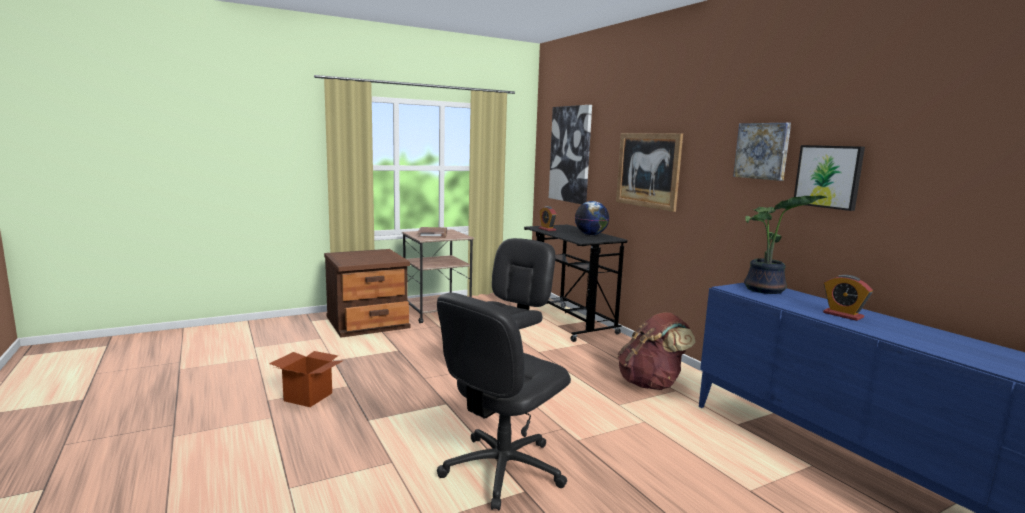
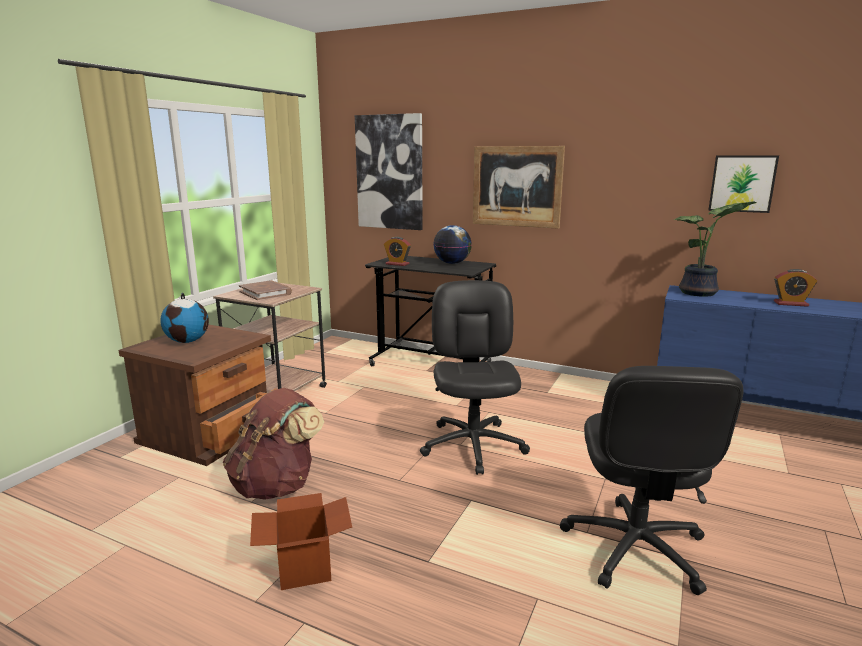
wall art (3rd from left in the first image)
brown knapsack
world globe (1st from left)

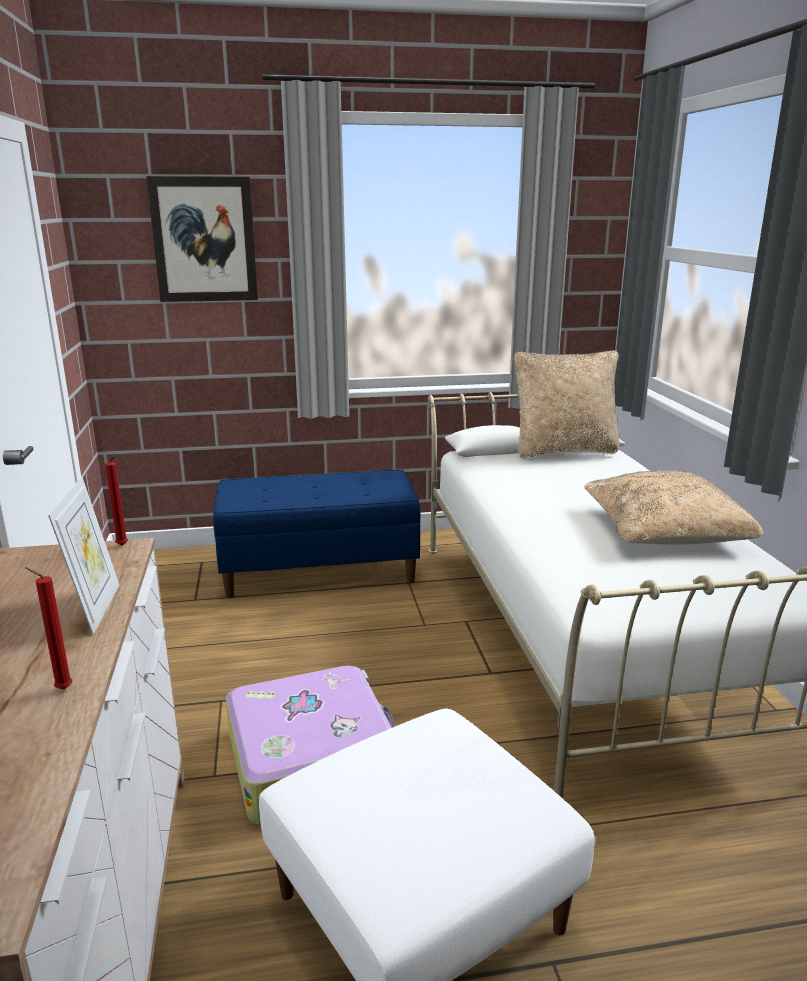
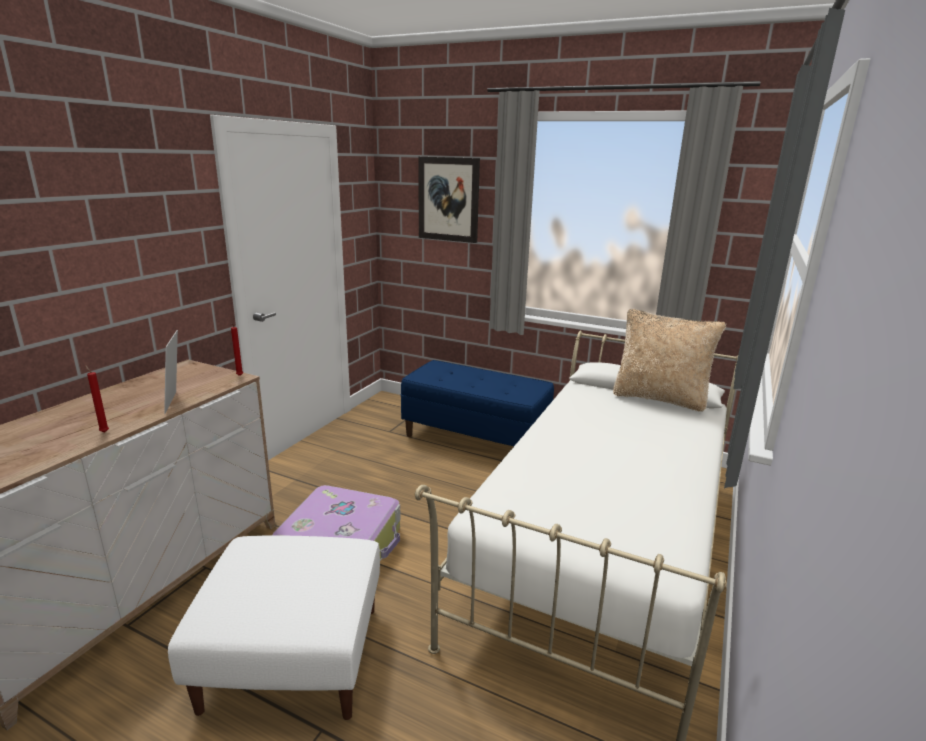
sand-coloured cushion (2nd from left in the first image)
picture frame

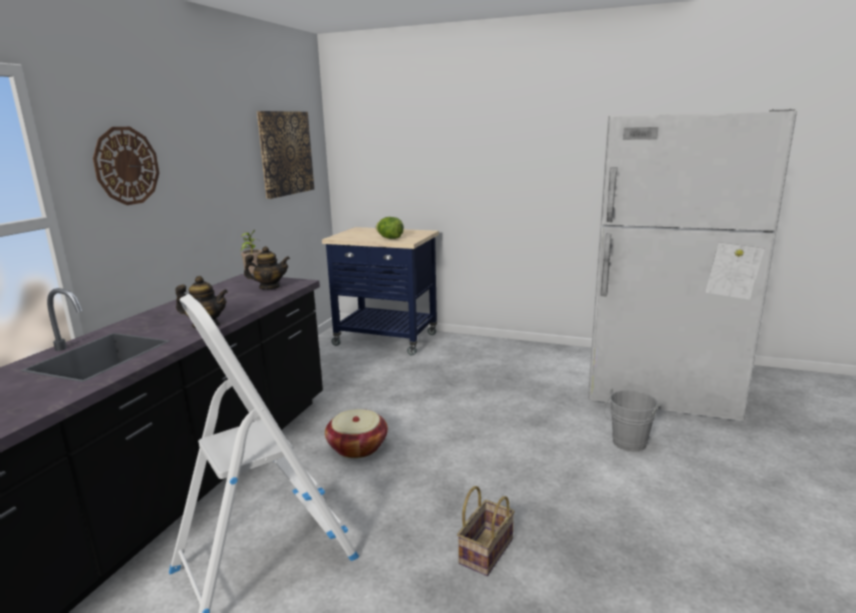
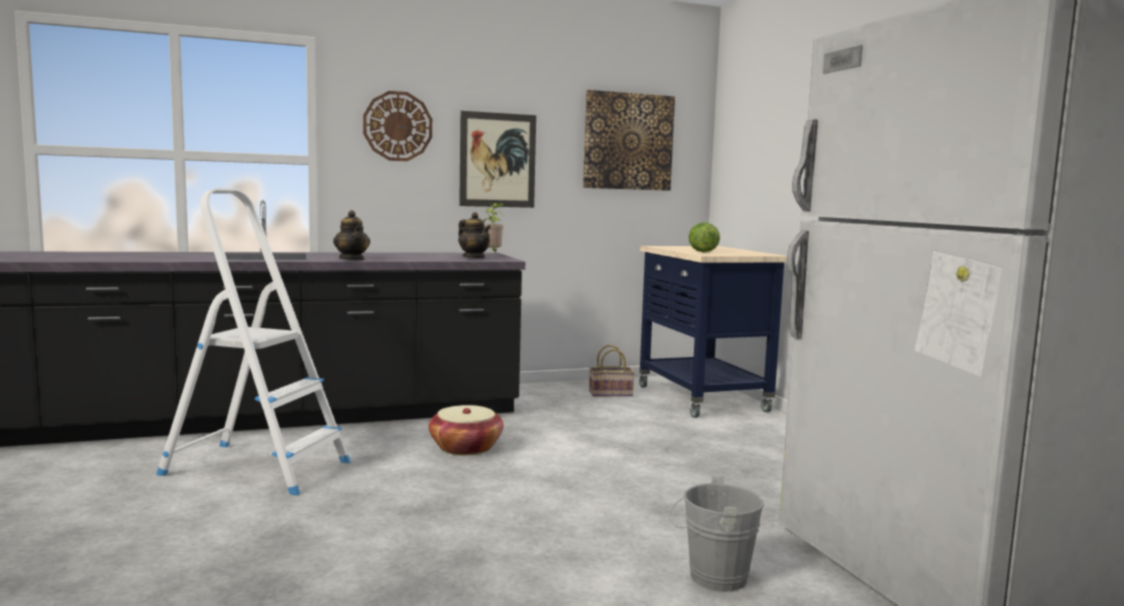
household basket (2nd from left)
wall art (1st from left)

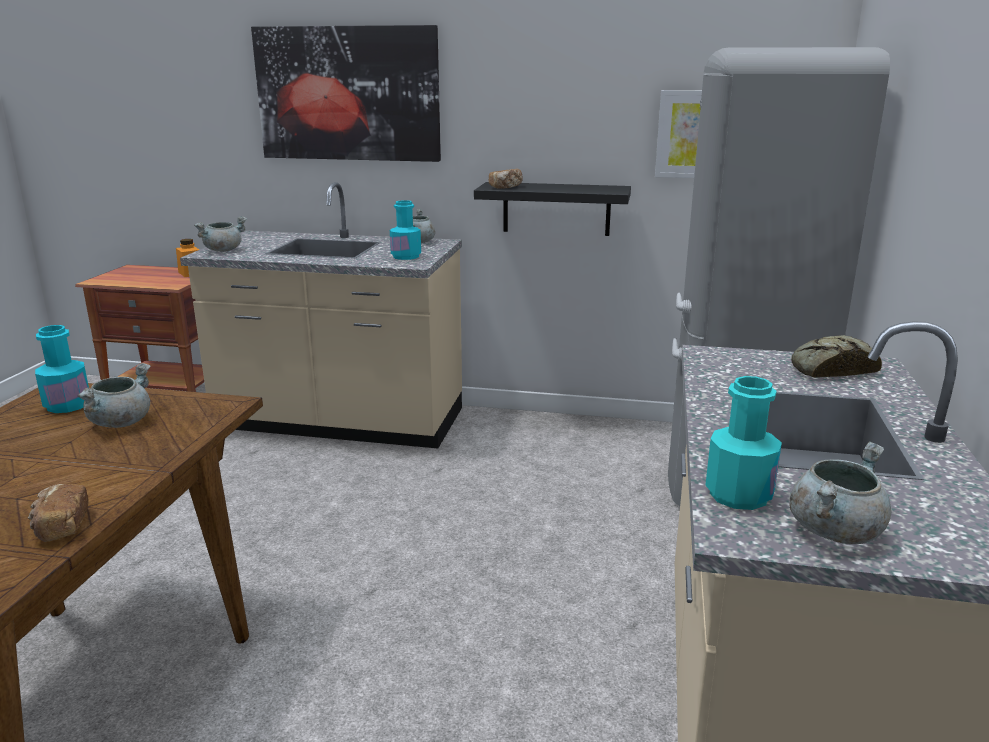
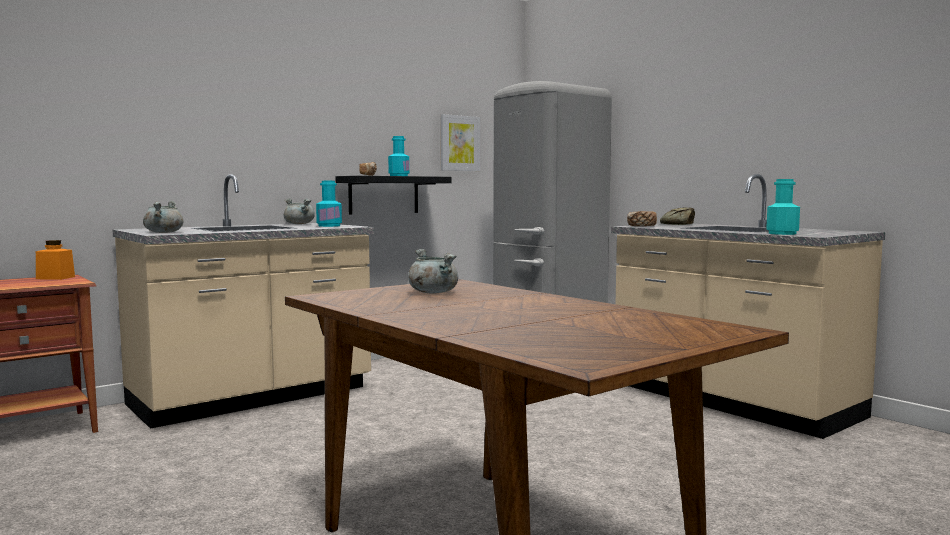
wall art (1st from left in the first image)
turquoise-coloured beverage bottle (2nd from left)
gray cooking pot (4th from left in the first image)
bread (2nd from left)

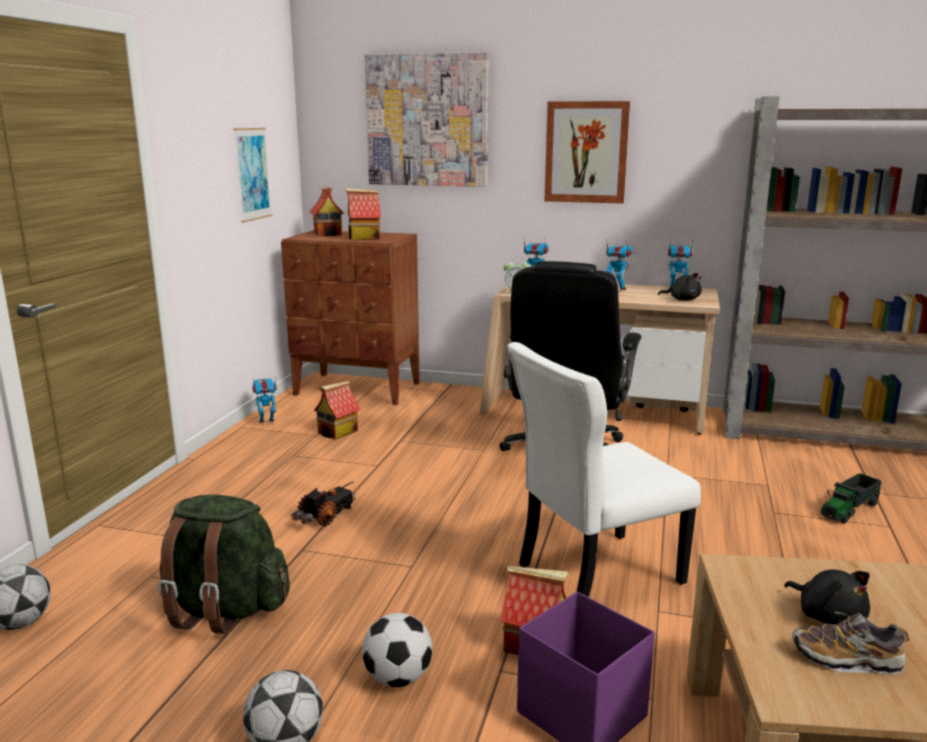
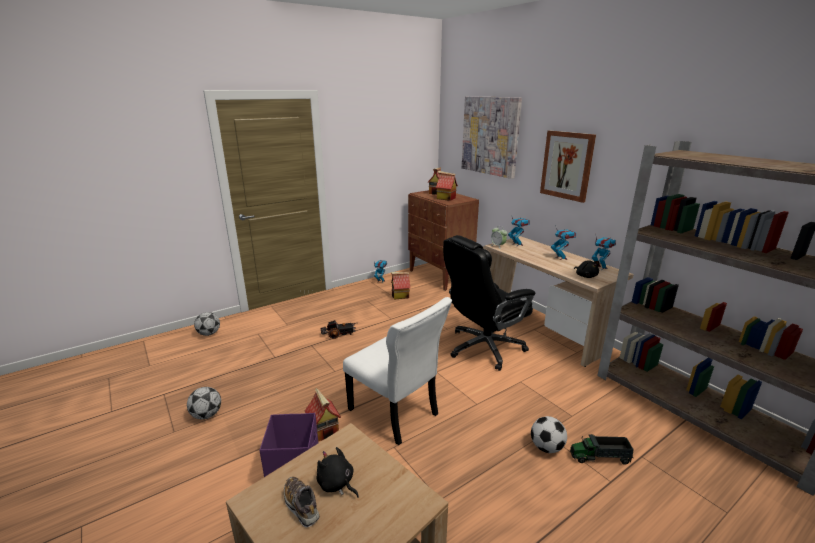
wall art (1st from left in the first image)
whitish plain chair
green knapsack
black-coloured soft toy (1st from left)
football (3rd from left)

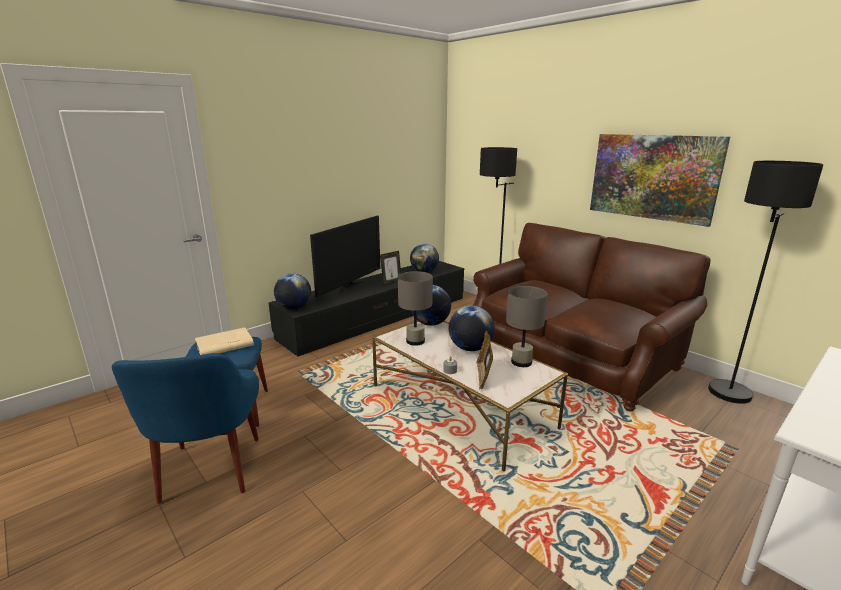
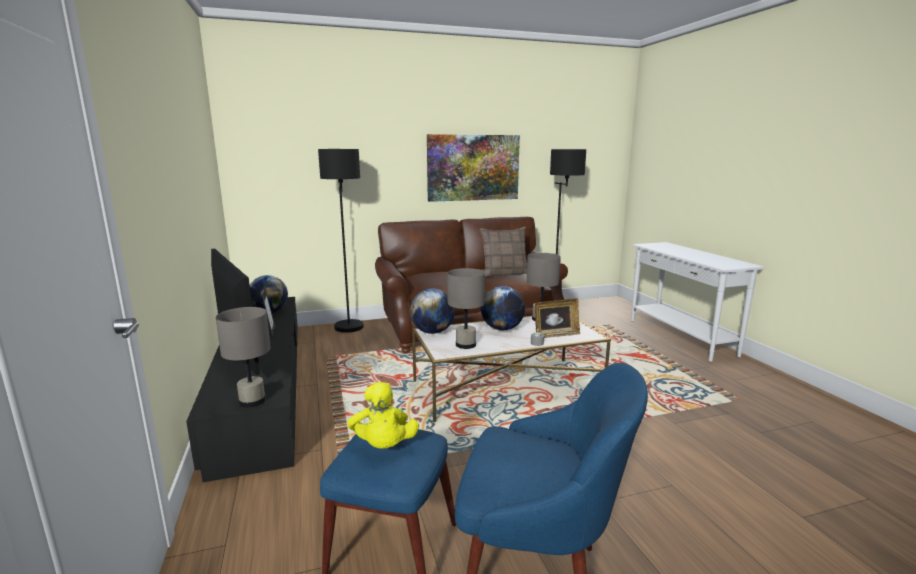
gray table lamp (1st from left)
yellowish soft toy
picture frame (2nd from left)
cushion

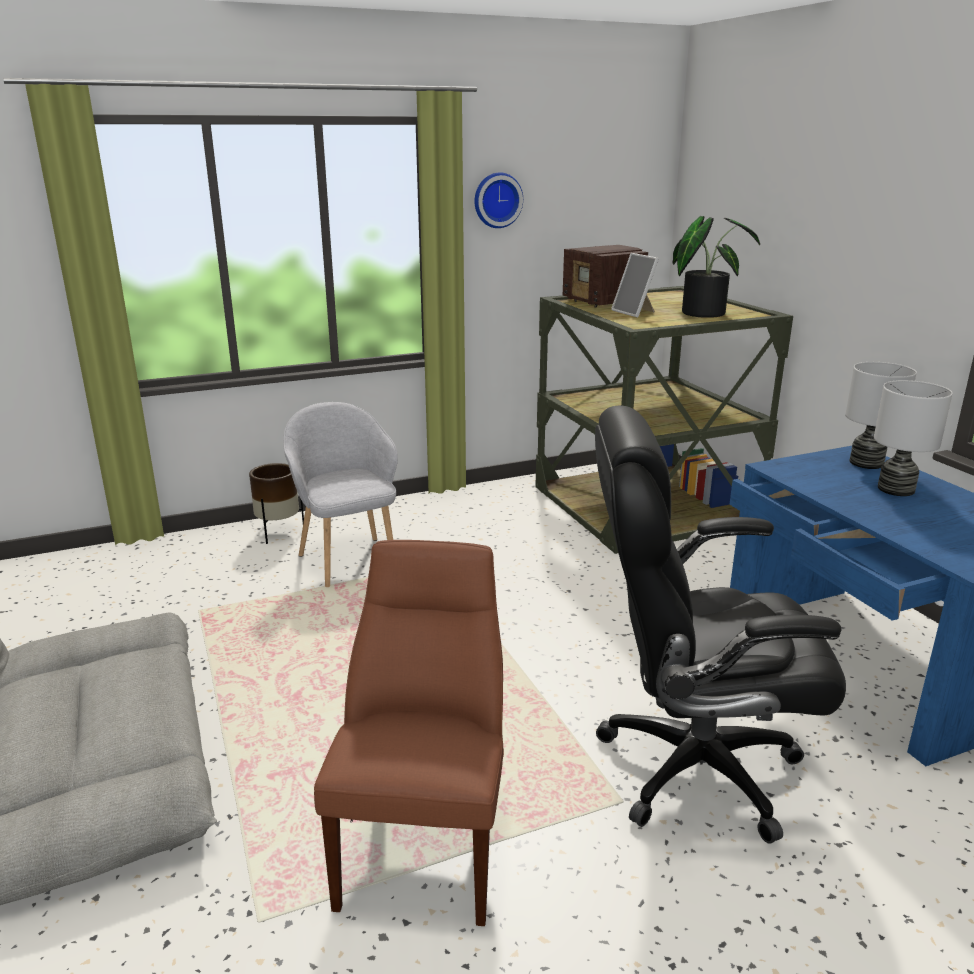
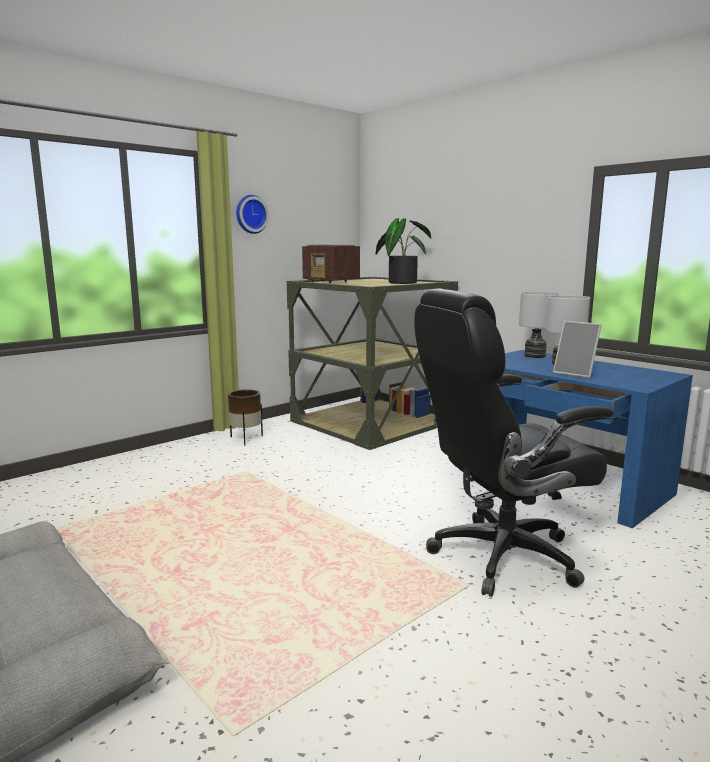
picture frame
gray easy chair
brown flower pot
brown plain chair

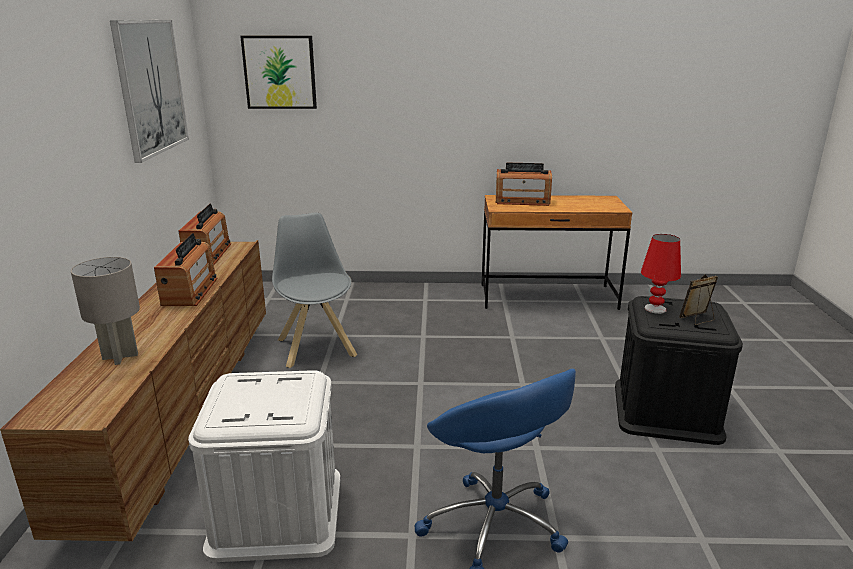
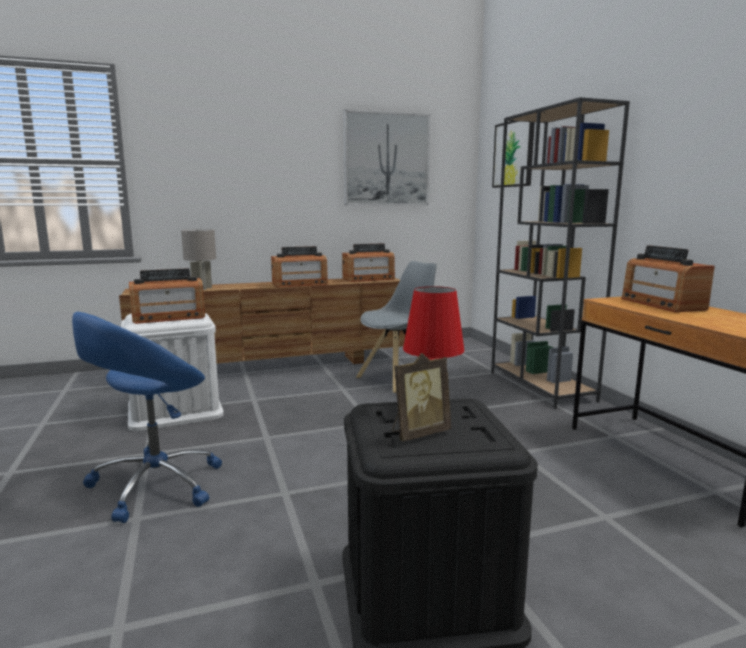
picture frame
bookcase
radio set (1st from left)

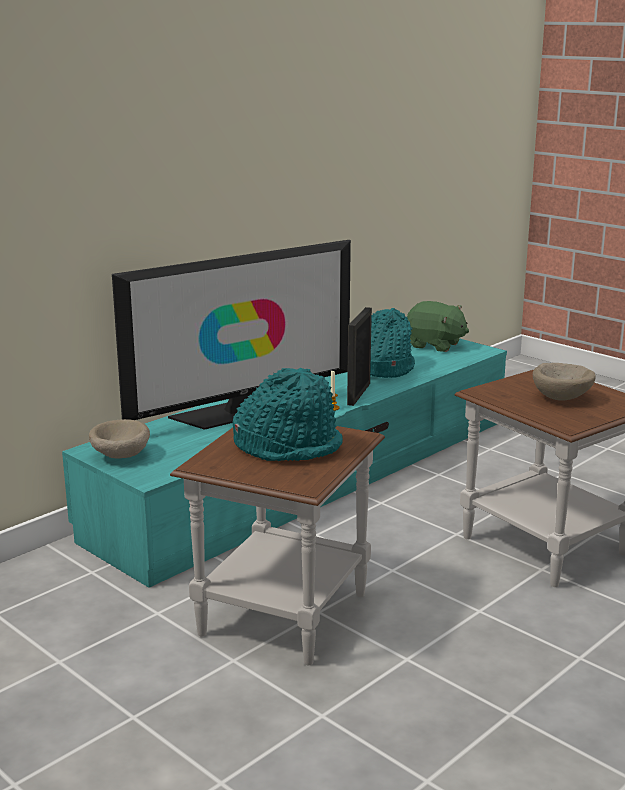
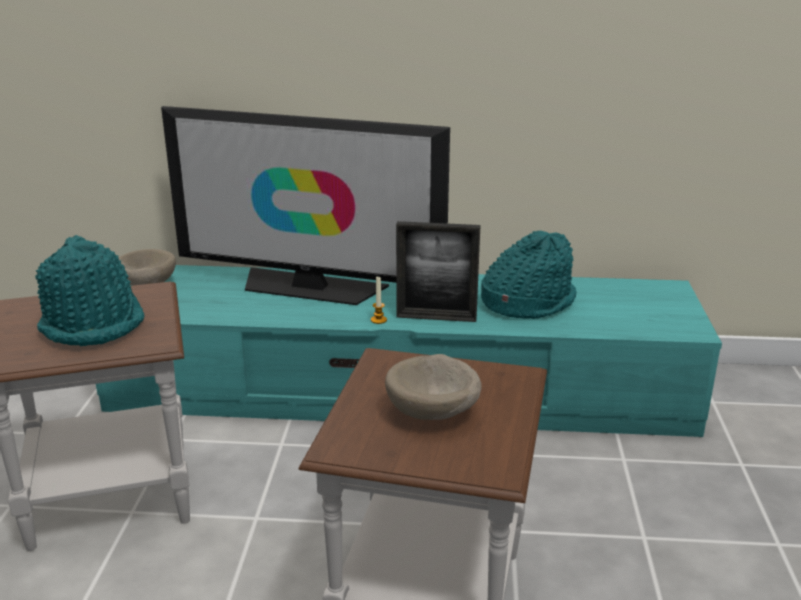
green soft toy
picture frame

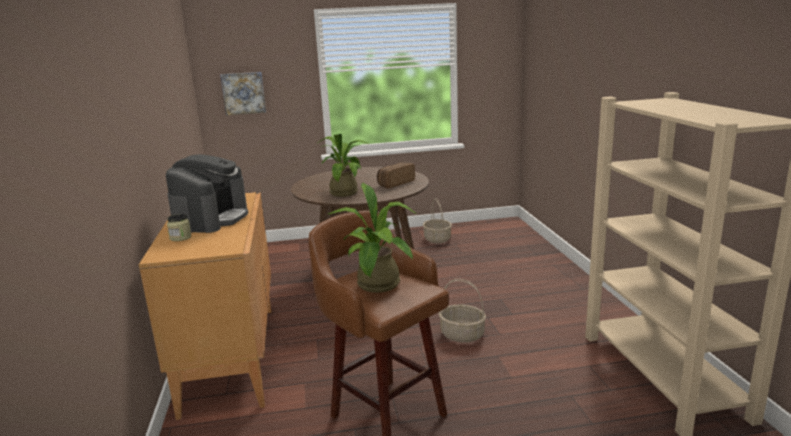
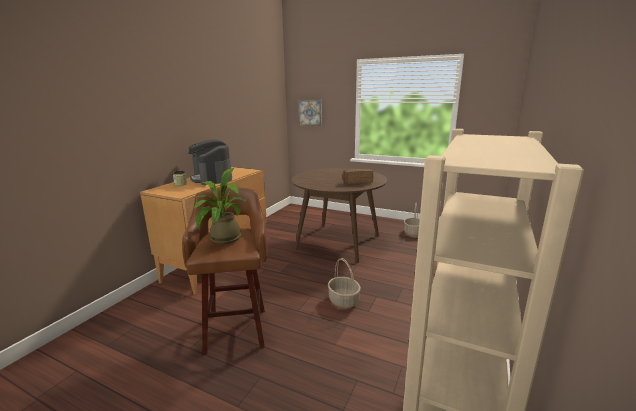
potted plant (1st from left in the first image)
coffee brewer

